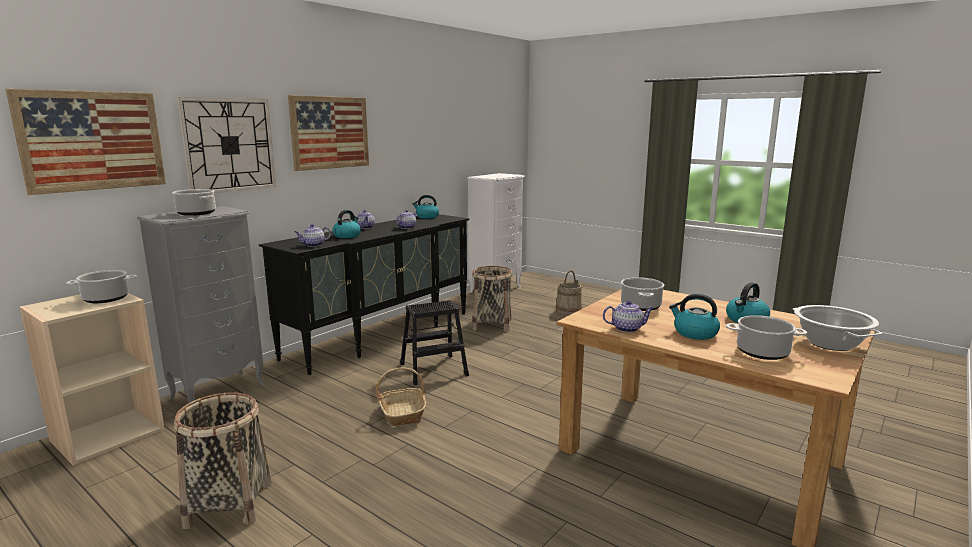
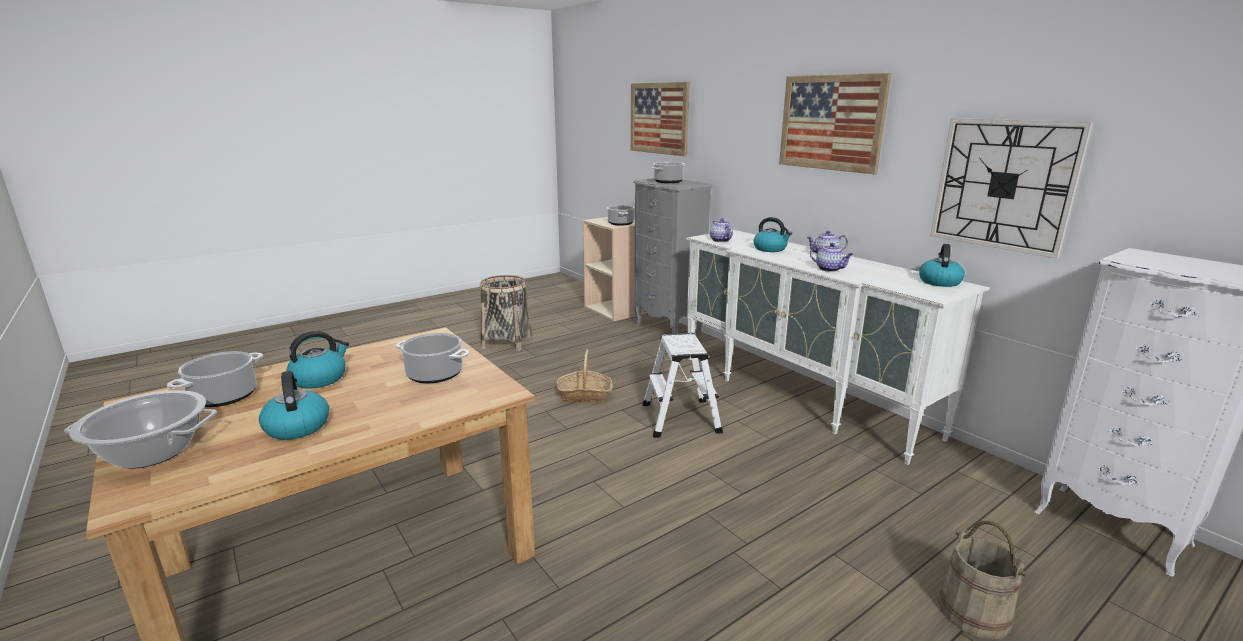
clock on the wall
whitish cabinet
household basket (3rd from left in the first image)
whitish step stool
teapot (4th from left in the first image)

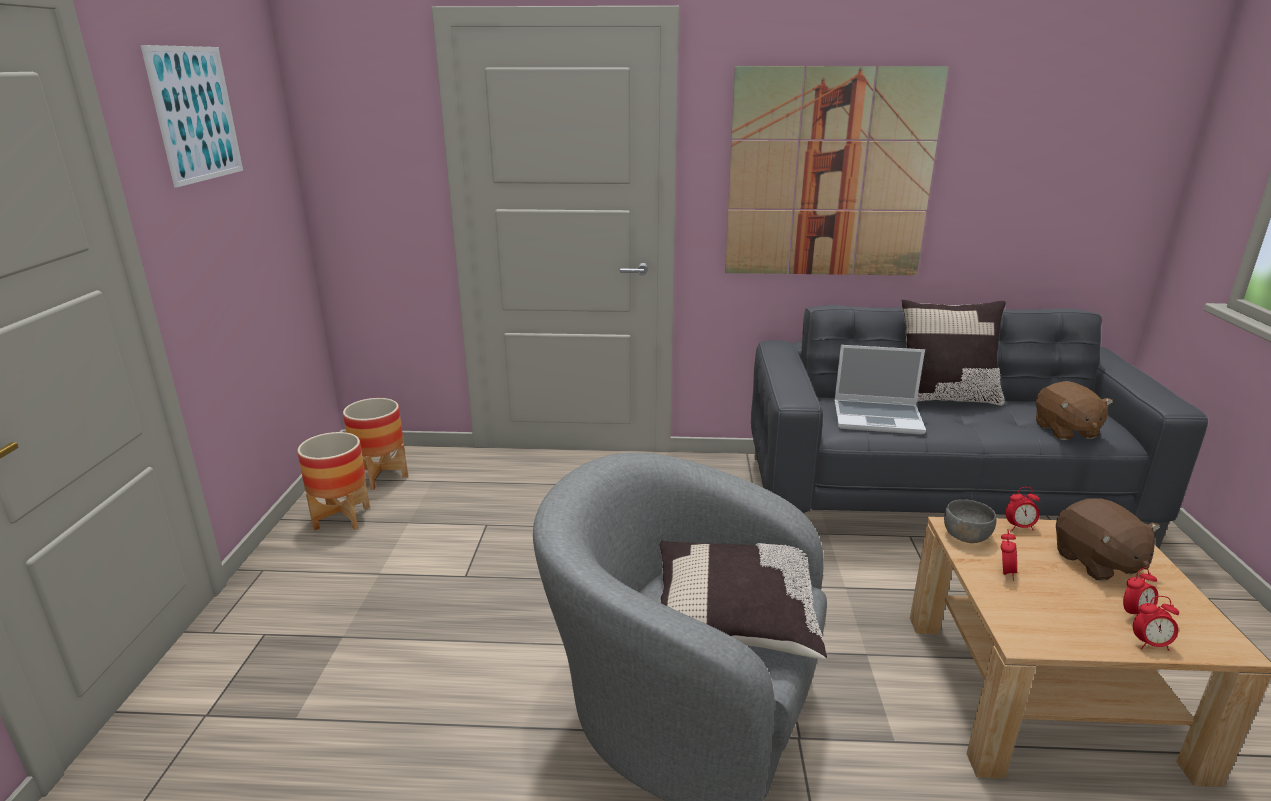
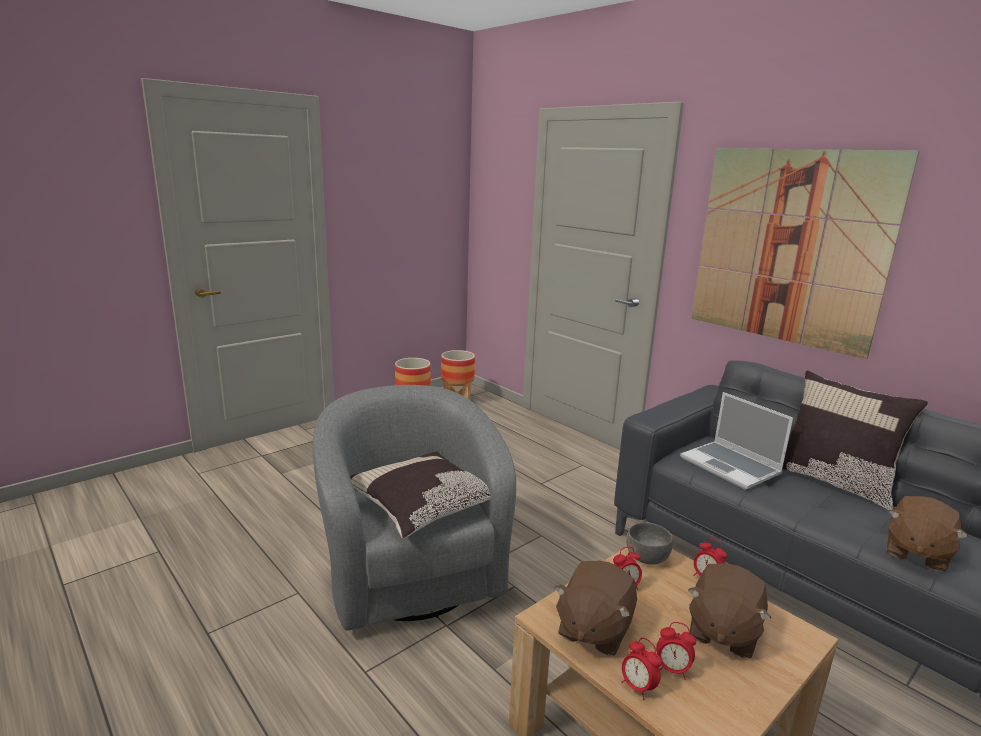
wall art (1st from left in the first image)
brown soft toy (1st from left)

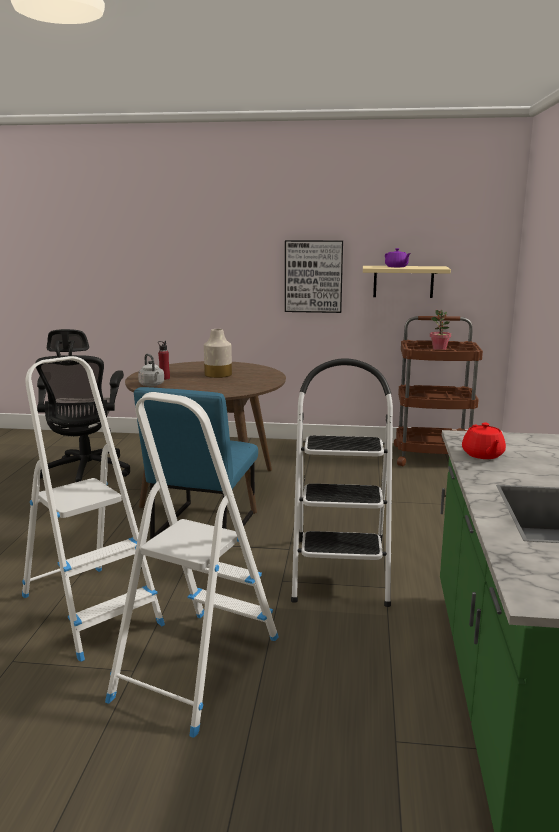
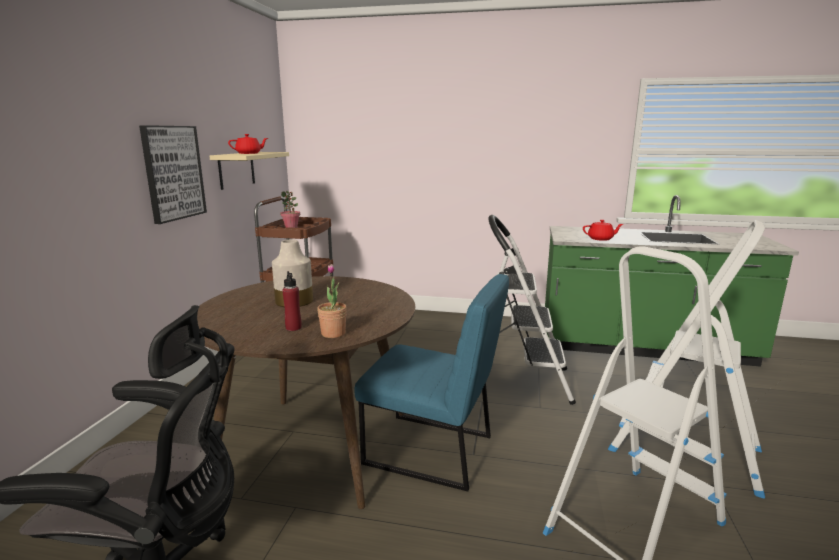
red-coloured teapot (1st from left)
potted plant (2nd from left)

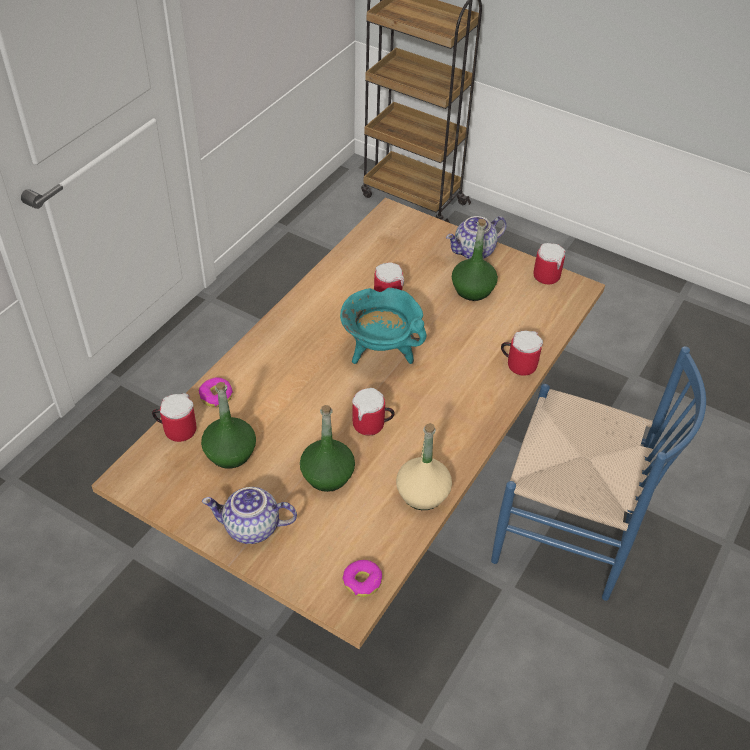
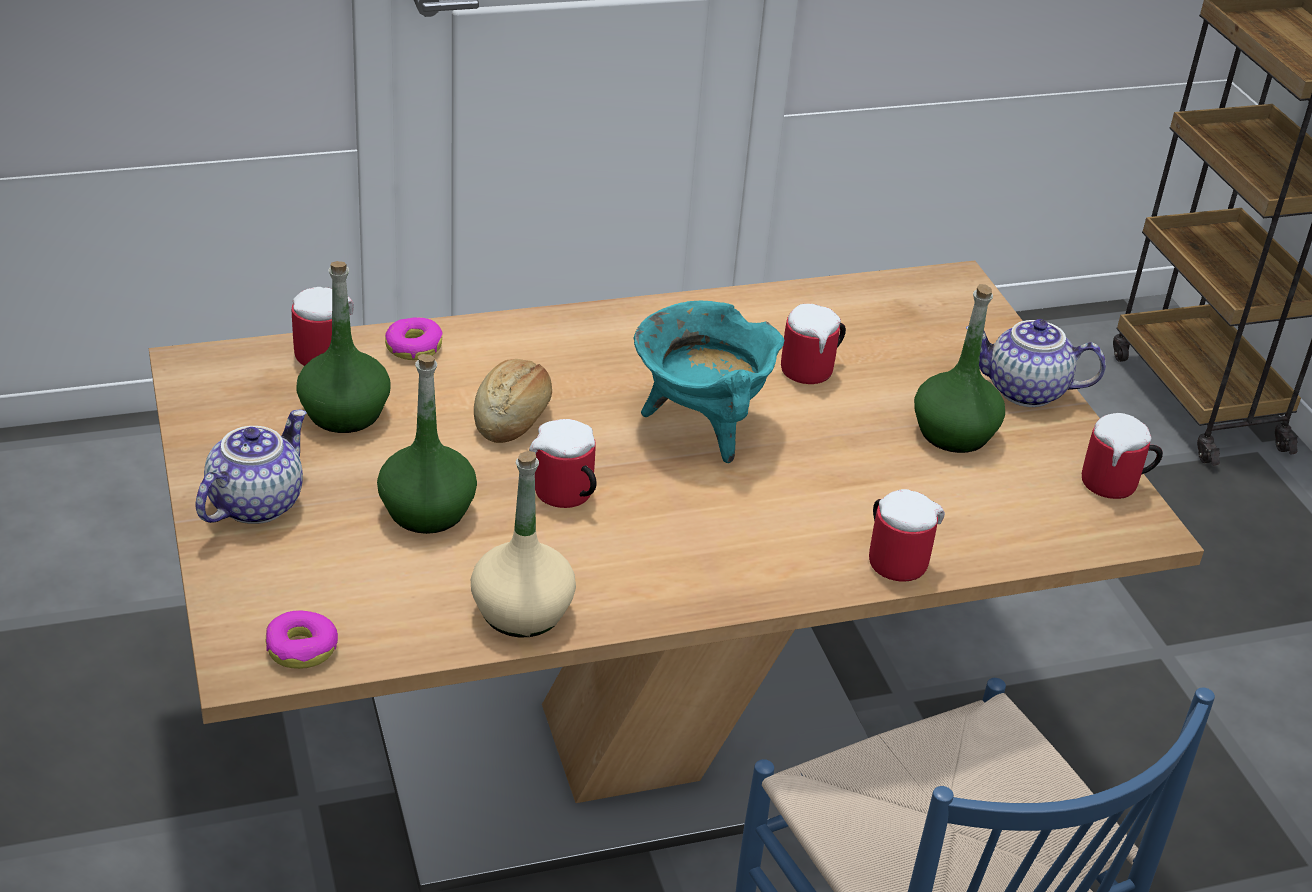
teapot (1st from left)
bread

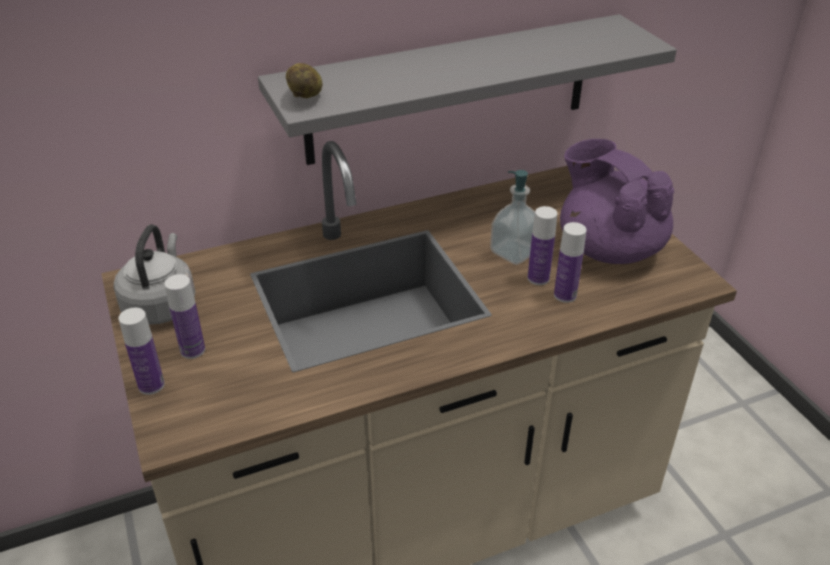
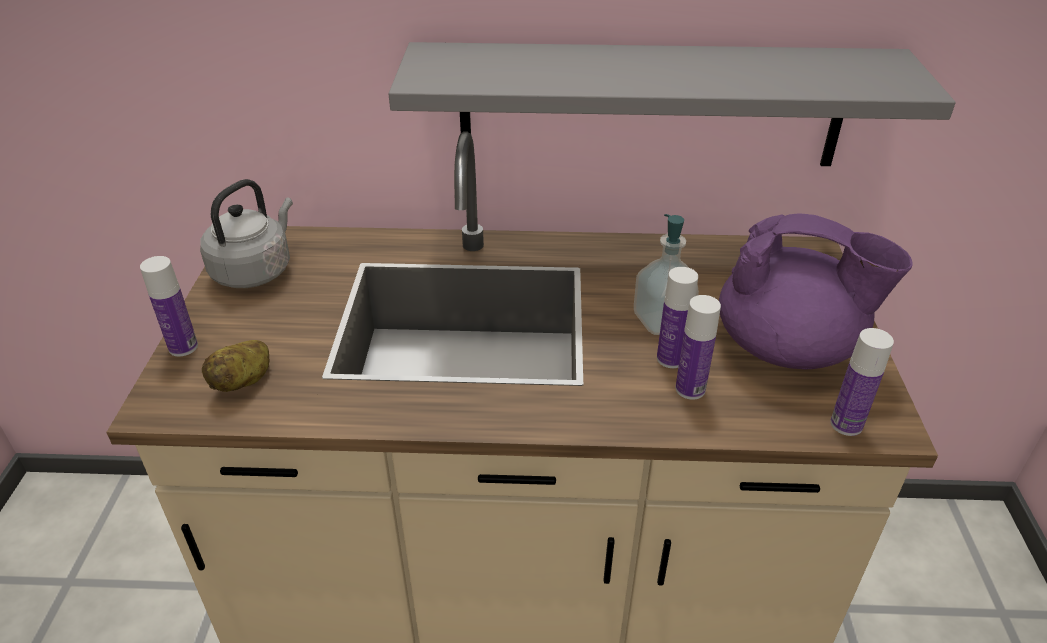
potato
purple-coloured teapot
beverage bottle (4th from left)

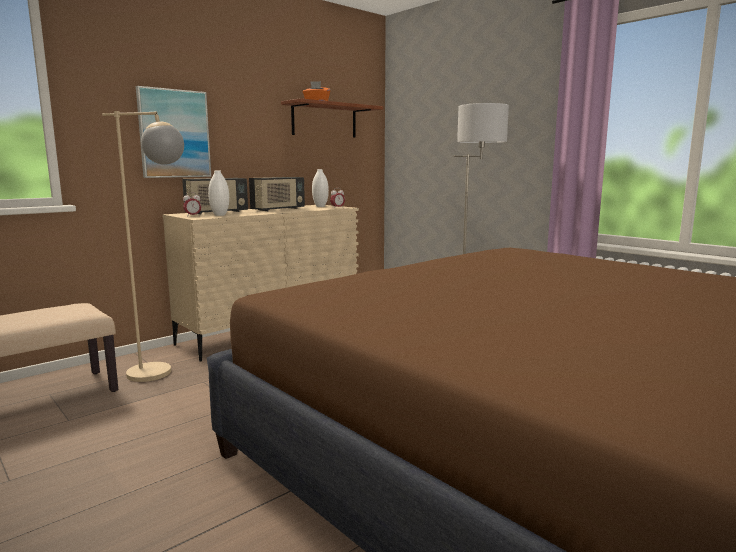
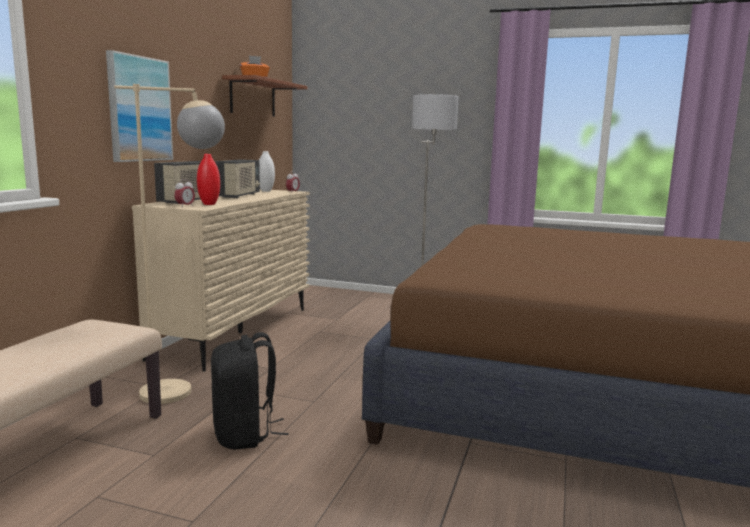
red-coloured flower vase
black-coloured knapsack

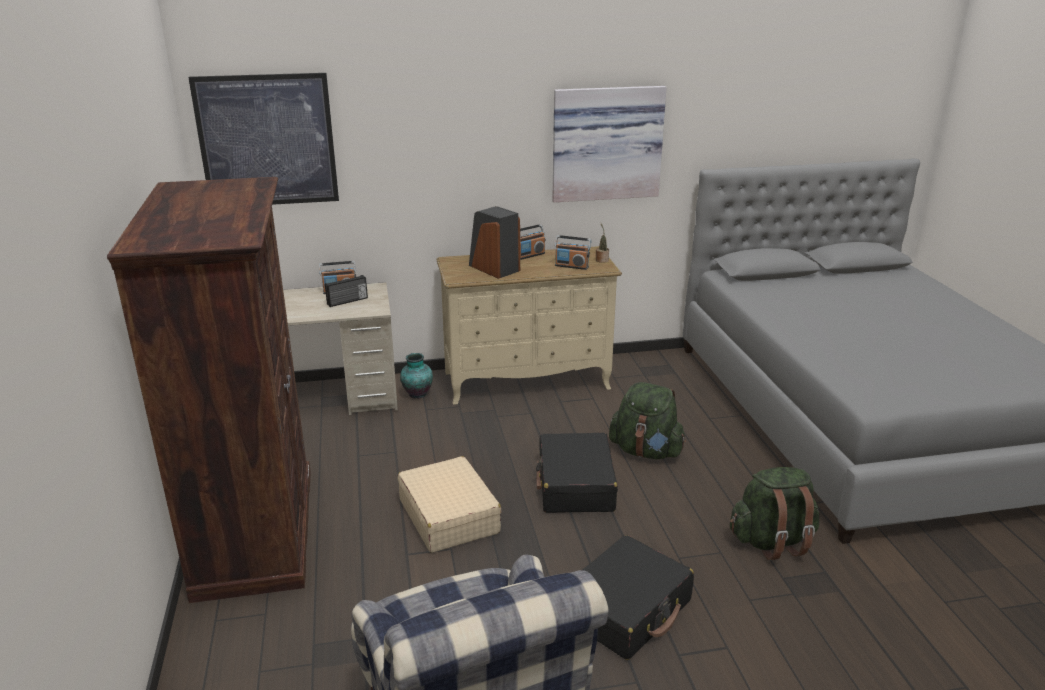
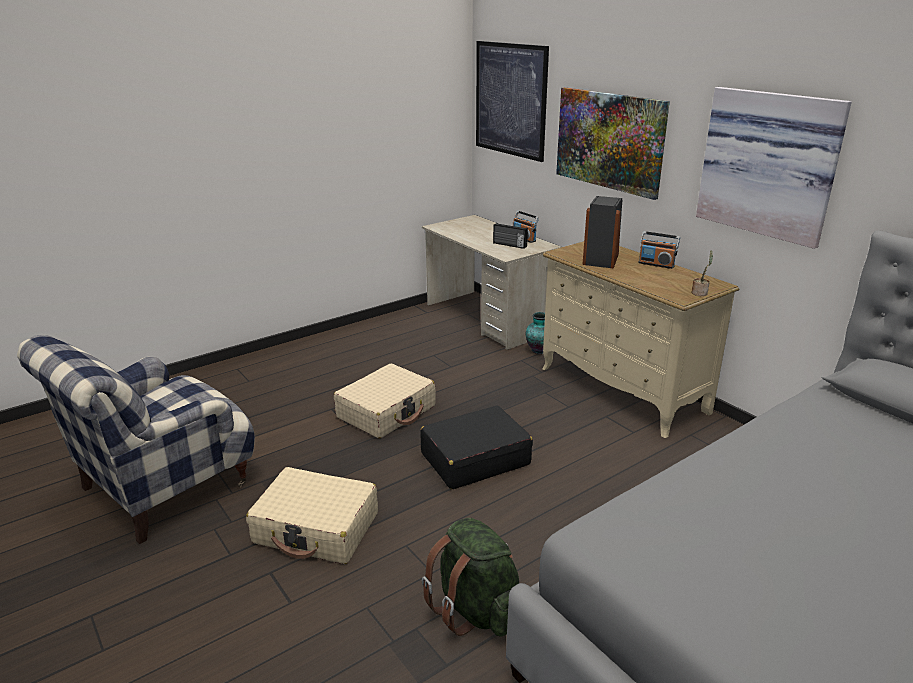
brown wardrobe
radio set (4th from left in the first image)
green knapsack (1st from left in the first image)
sand-coloured suitcase (1st from left)
wall art (2nd from left)

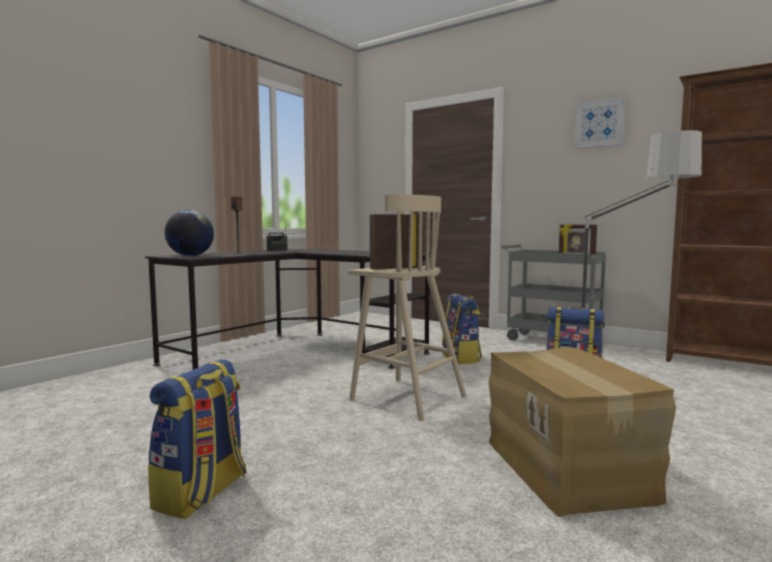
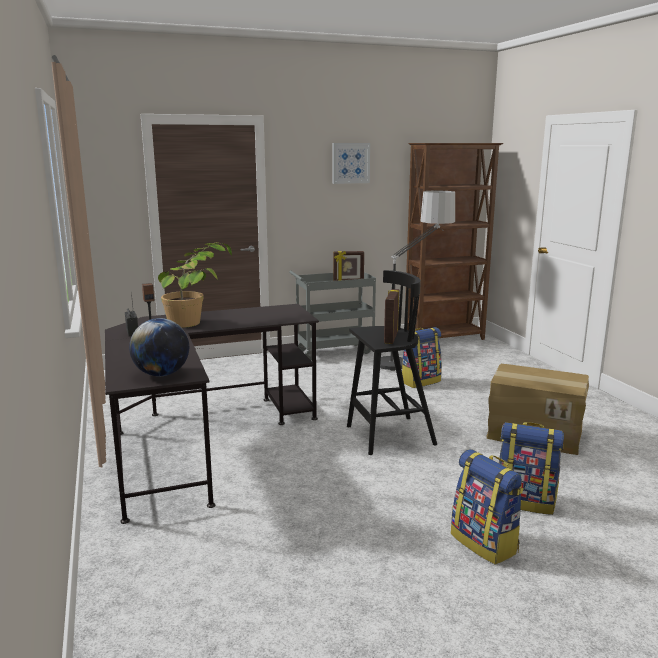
black-coloured sitting stool
knapsack (3rd from left)
potted plant

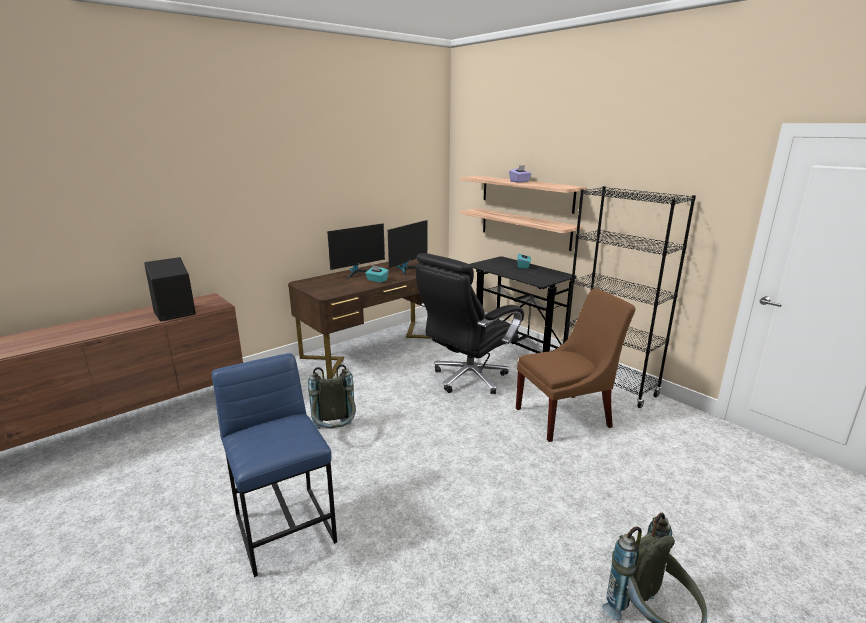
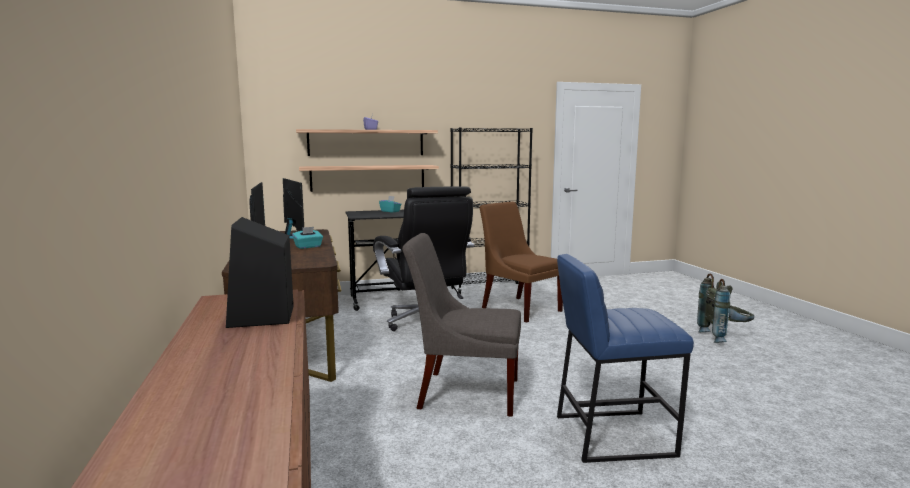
brown plain chair
gray plain chair

